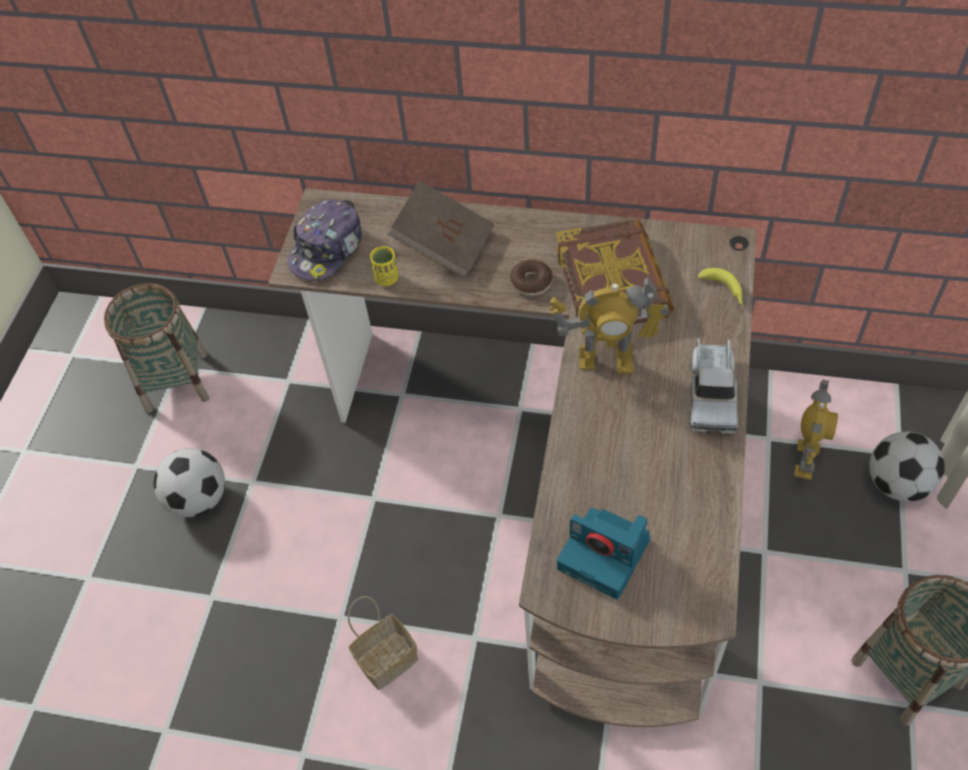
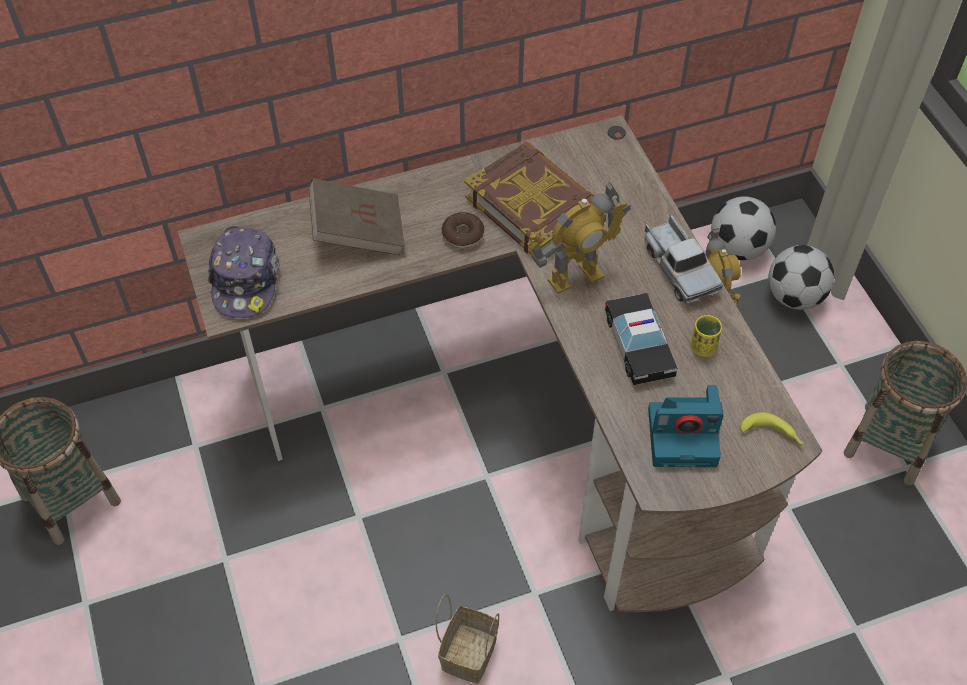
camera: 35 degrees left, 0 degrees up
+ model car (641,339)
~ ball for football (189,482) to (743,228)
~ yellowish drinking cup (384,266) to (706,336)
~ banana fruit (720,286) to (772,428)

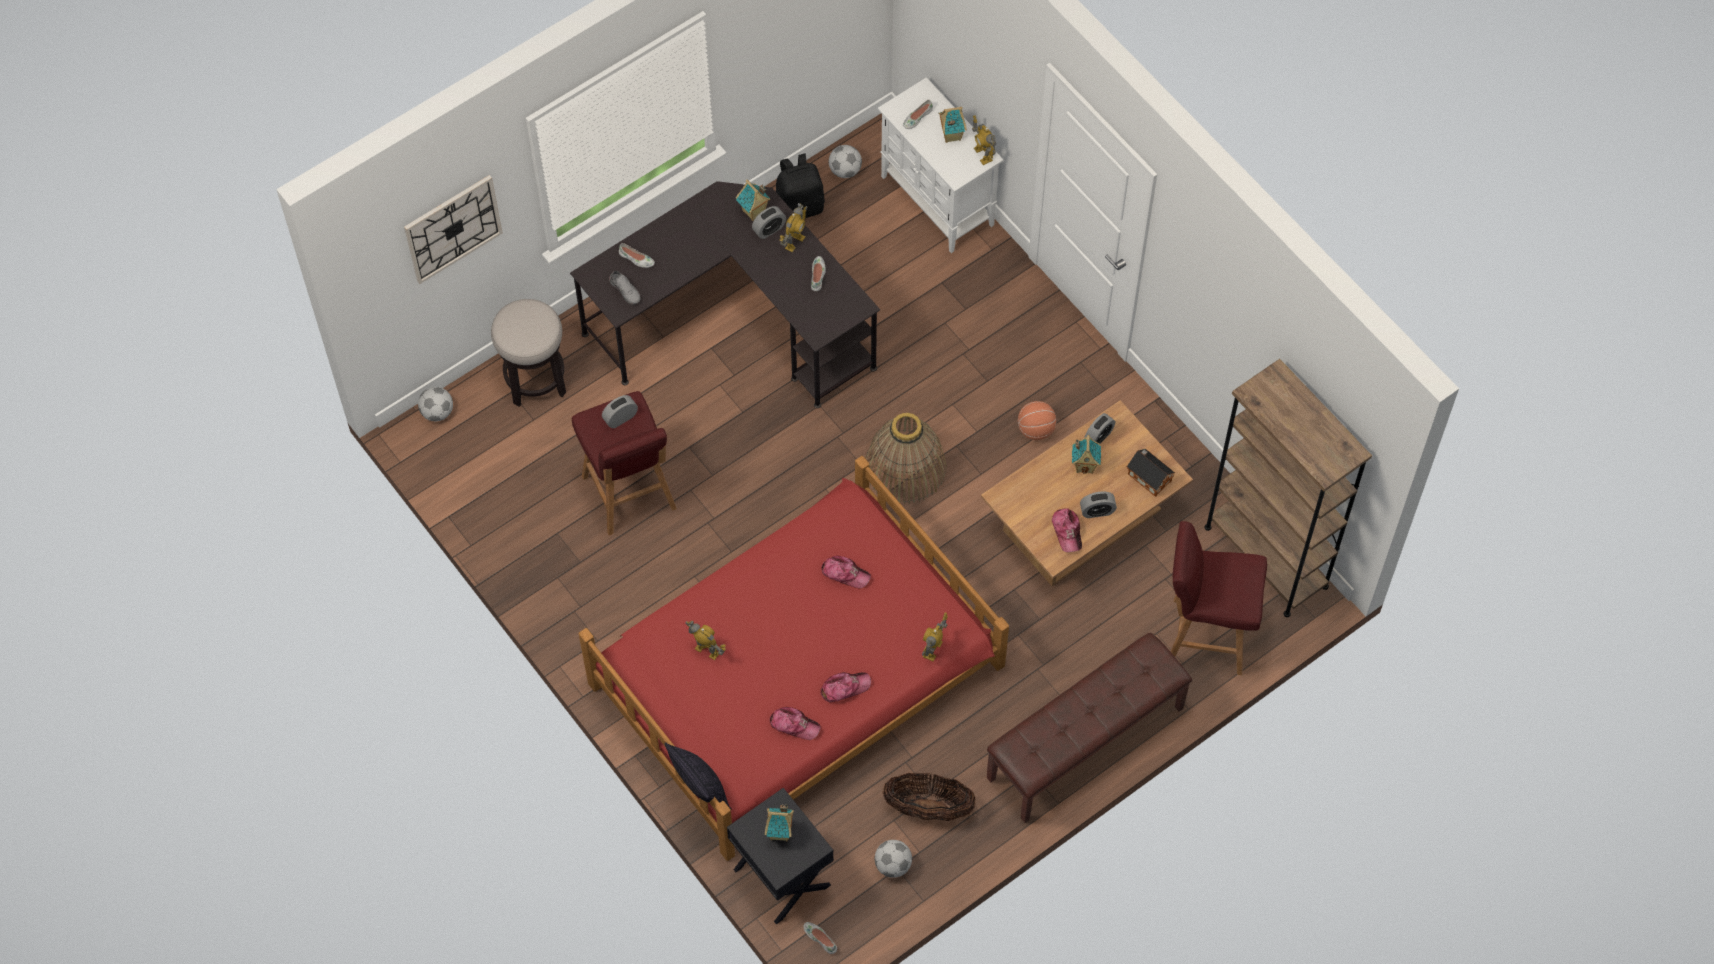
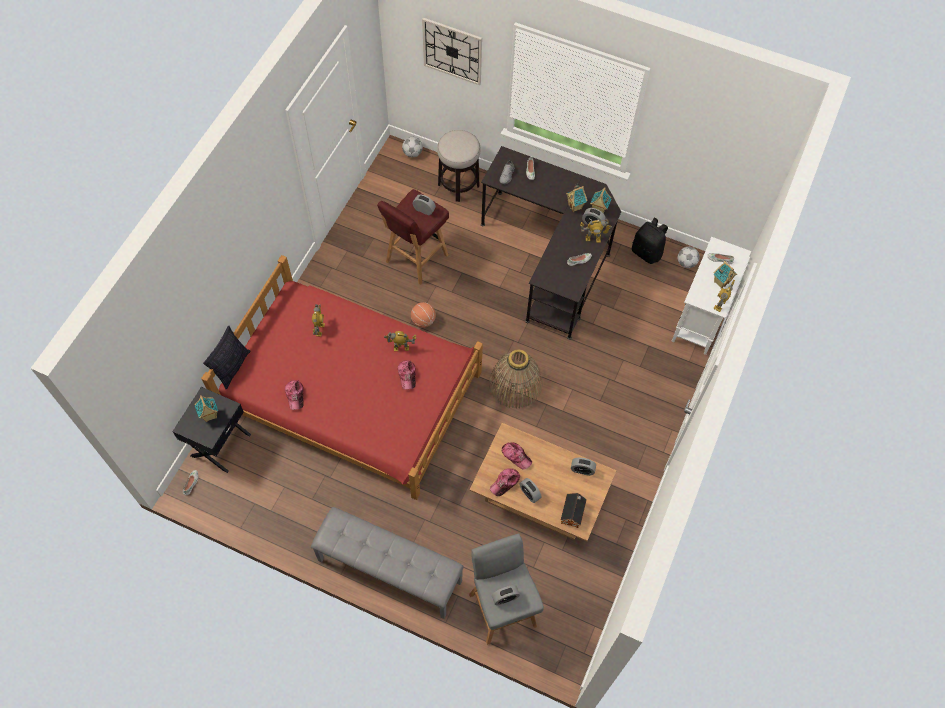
camera: 60 degrees right, 0 degrees up
- ball for football (893,859)
- storage basket (929,797)
- brownish shelving unit (1288,488)
+ bedside clock (506,595)
~ baseball cap (845,687) to (517,455)
~ model robot (935,637) to (400,341)
~ basketball ball (1037,420) to (423,315)
~ miniature house (1086,454) to (577,198)
~ brownish long seat (1089,728) to greyish long seat (387,563)
~ reddish stool seat (1219,598) to greyish stool seat (506,589)

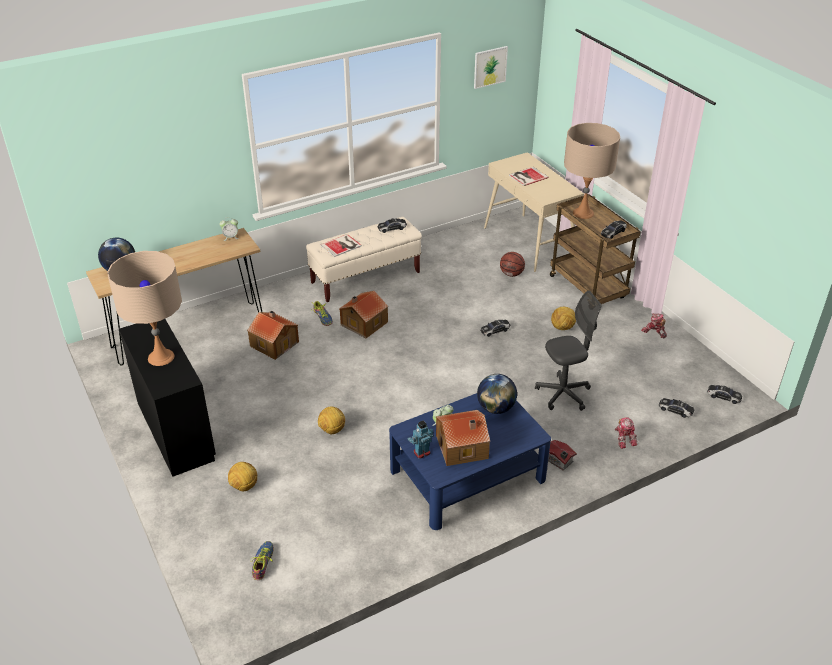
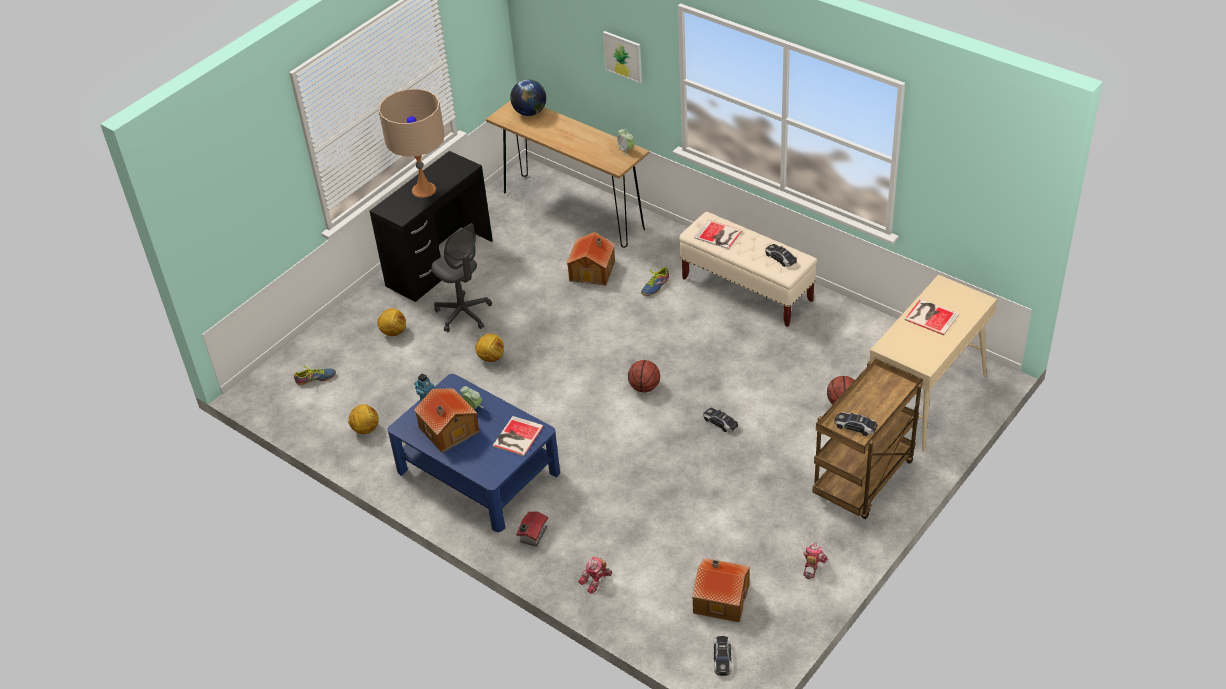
camera: 70 degrees right, 5 degrees up
- beige-coloured tabletop lamp (592,171)
- model car (676,408)
+ basketball ball (644,376)
~ miniature house (363,314) to (721,590)
~ picture (491,67) to (622,57)
~ greyish desk chair (568,351) to (461,277)
~ ball for football (563,318) to (363,419)
~ globe (497,394) to volume (518,436)

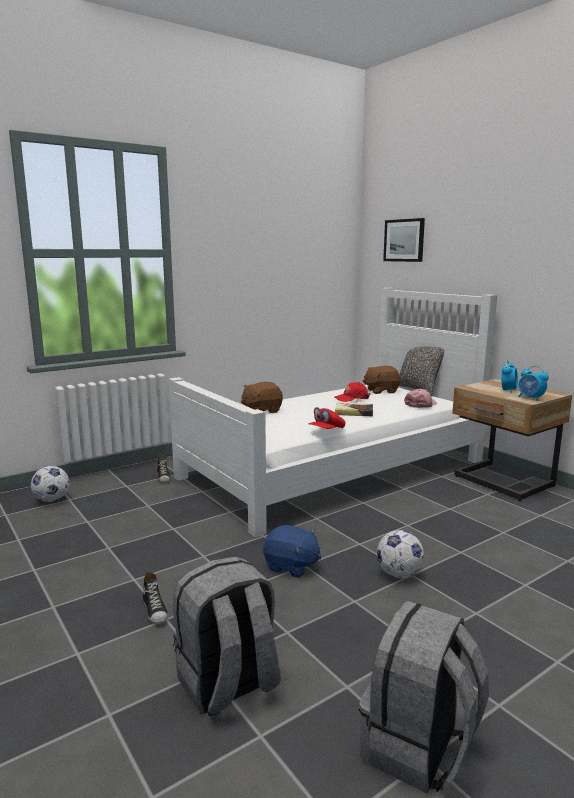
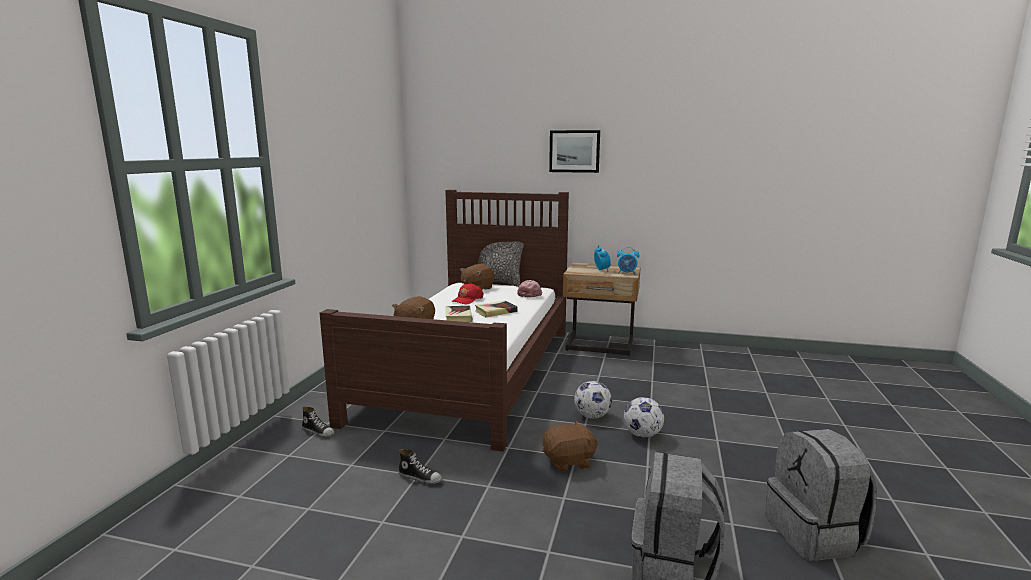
camera: 40 degrees left, 0 degrees up
- reddish baseball cap (326,418)
+ volume (459,313)
~ ball for football (50,484) to (593,400)
~ shoe (155,598) to (420,466)
~ picture (404,240) to (574,151)
~ white-coloured bed (333,412) to brownish bed (444,321)
~ blue-coloured soft toy (292,551) to brownish soft toy (570,446)

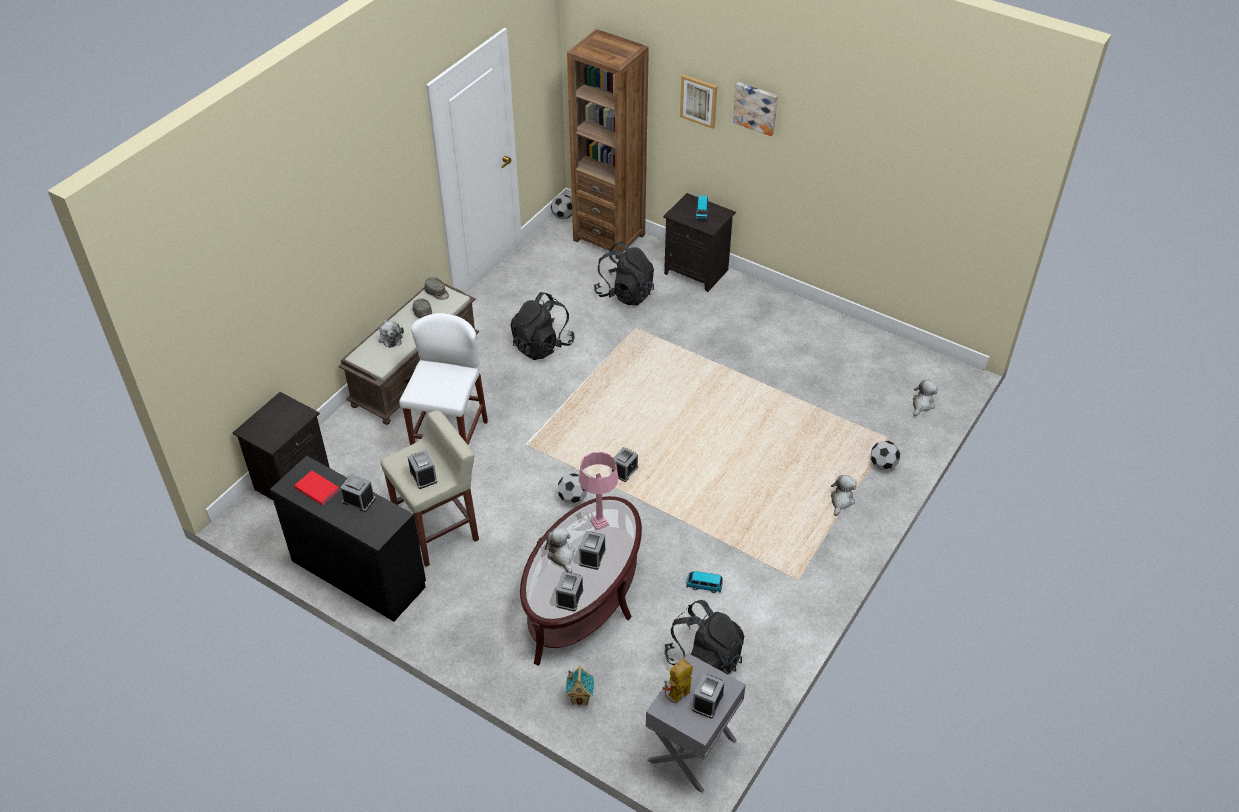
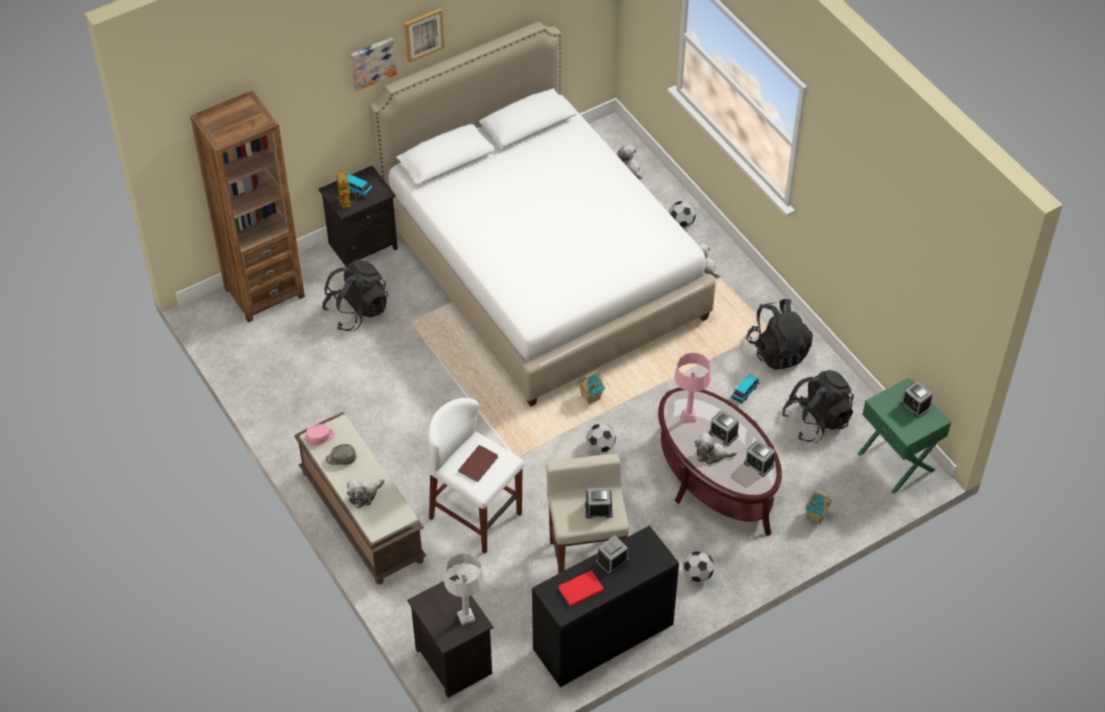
camera: 65 degrees left, 5 degrees up
+ white-coloured bed (542,213)
+ greyish tabletop lamp (464,589)
+ brownish volume (478,463)
~ black-coloured rucksack (543,326) to (779,334)
~ ball for football (561,207) to (699,566)
~ model robot (678,680) to (346,189)
~ picture (698,101) to (424,35)
~ bedside clock (625,464) to miniature house (591,387)
~ greyish baseball cap (437,288) to pink baseball cap (321,435)
~ greyish night table (696,723) to green night table (904,435)
~ soft toy (391,333) = (366,493) 135 degrees clockwise

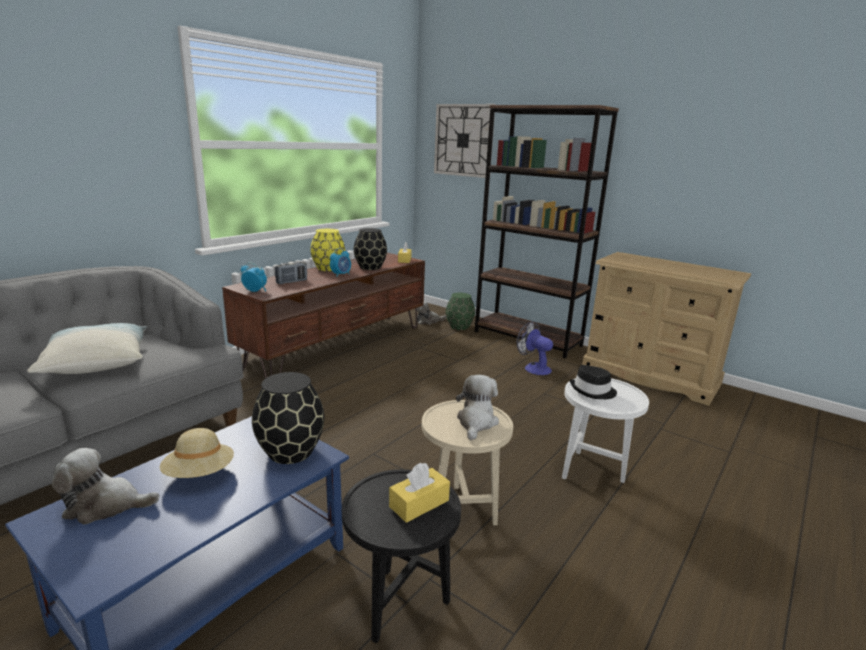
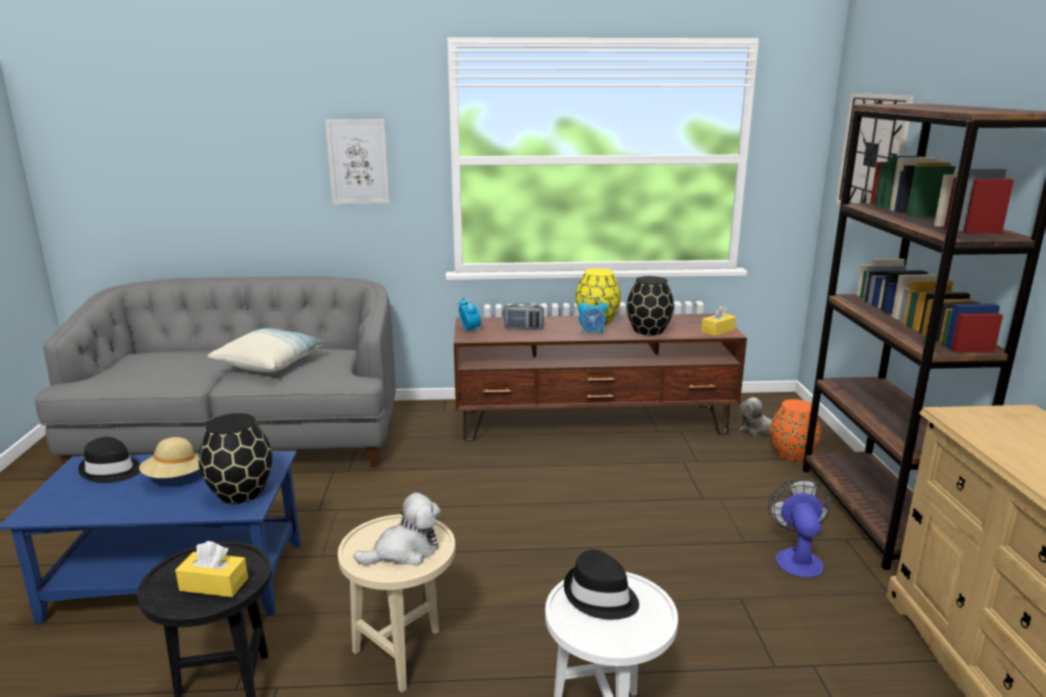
camera: 50 degrees right, 0 degrees up
+ picture (357,161)
~ soft toy (106,486) to black-coloured wearable hat (109,460)
~ green decorative vase (460,311) to orange-coloured decorative vase (795,430)

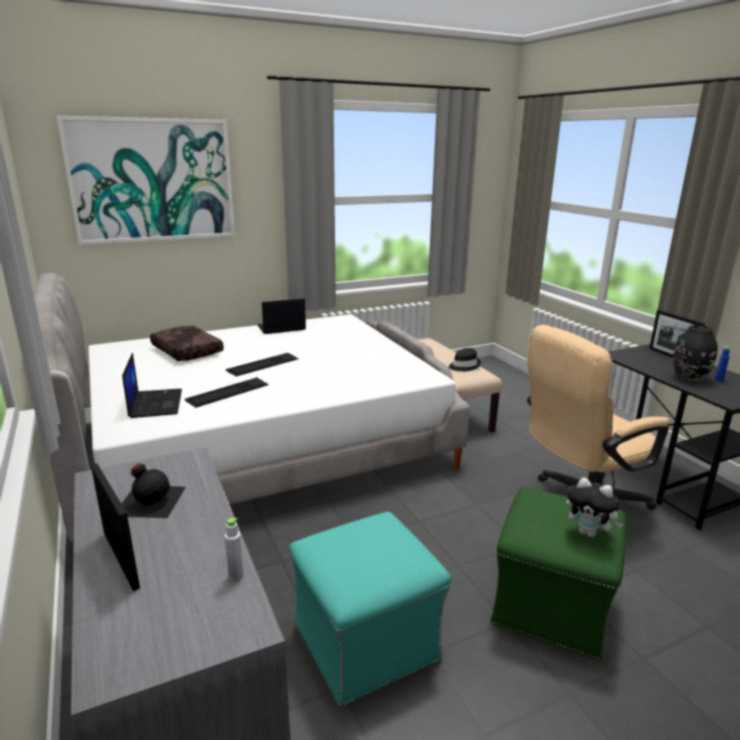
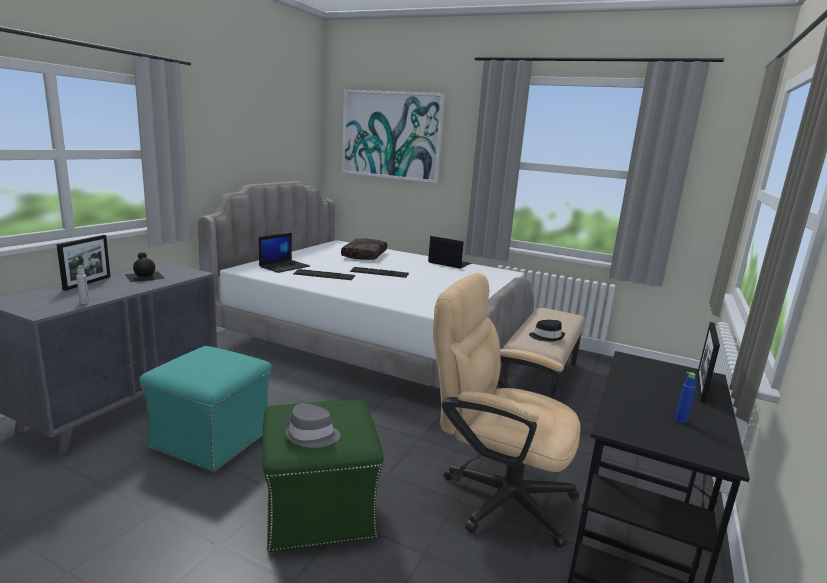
camera: 50 degrees right, 5 degrees down
- black-coloured decorative vase (695,353)
~ soft toy (594,507) to greyish wearable hat (312,425)

